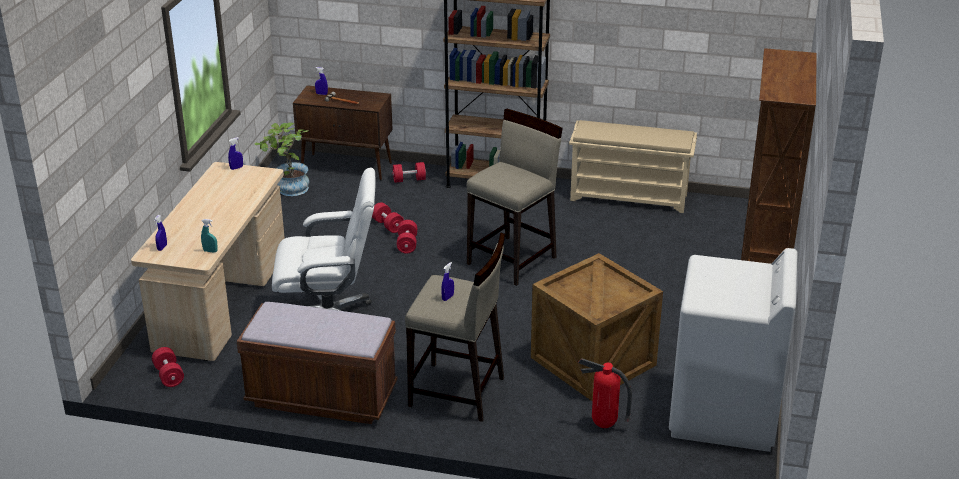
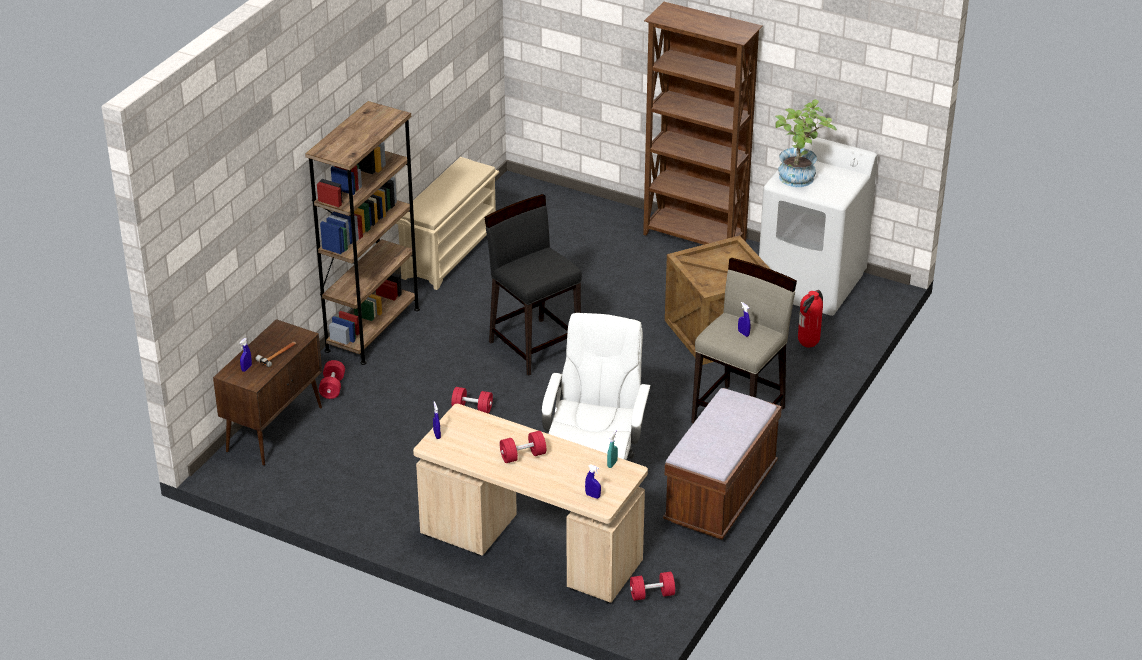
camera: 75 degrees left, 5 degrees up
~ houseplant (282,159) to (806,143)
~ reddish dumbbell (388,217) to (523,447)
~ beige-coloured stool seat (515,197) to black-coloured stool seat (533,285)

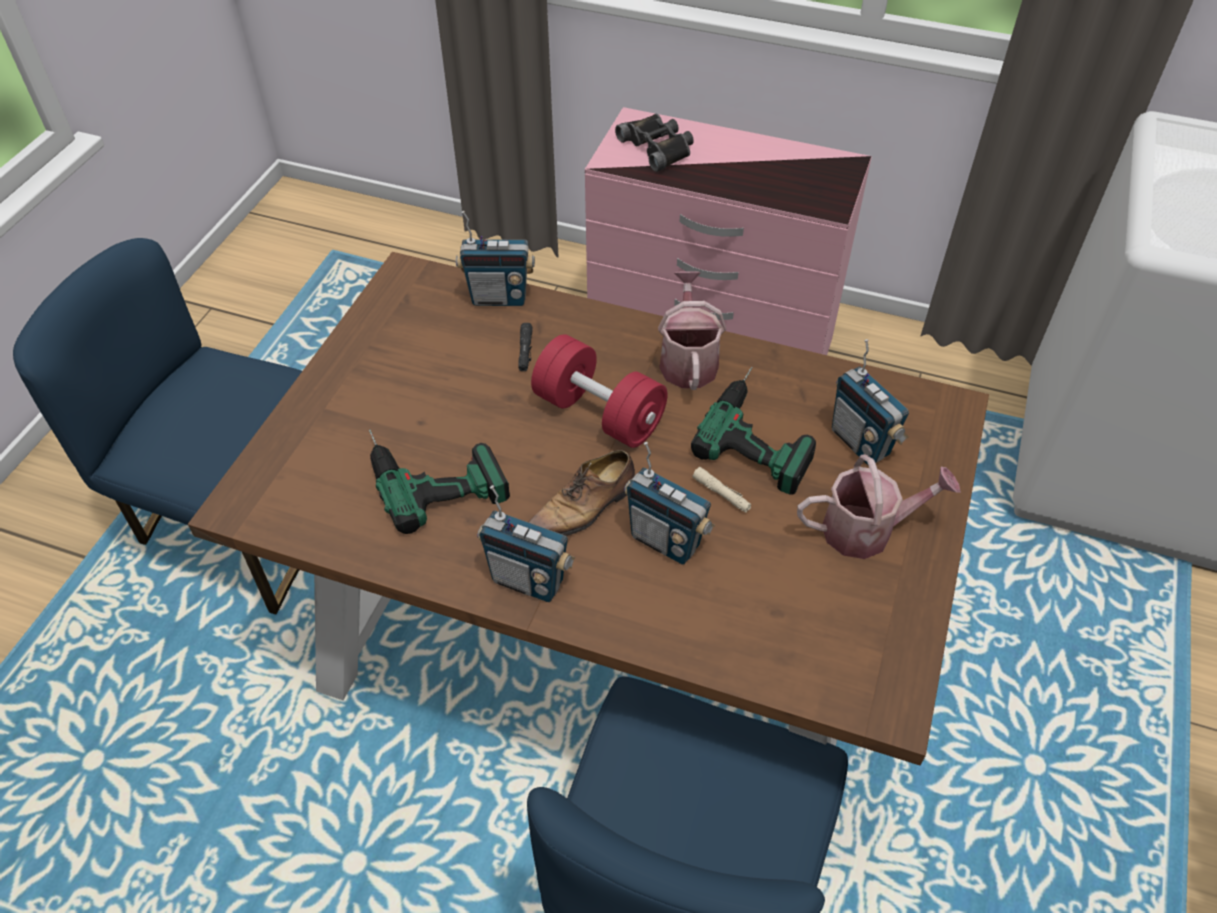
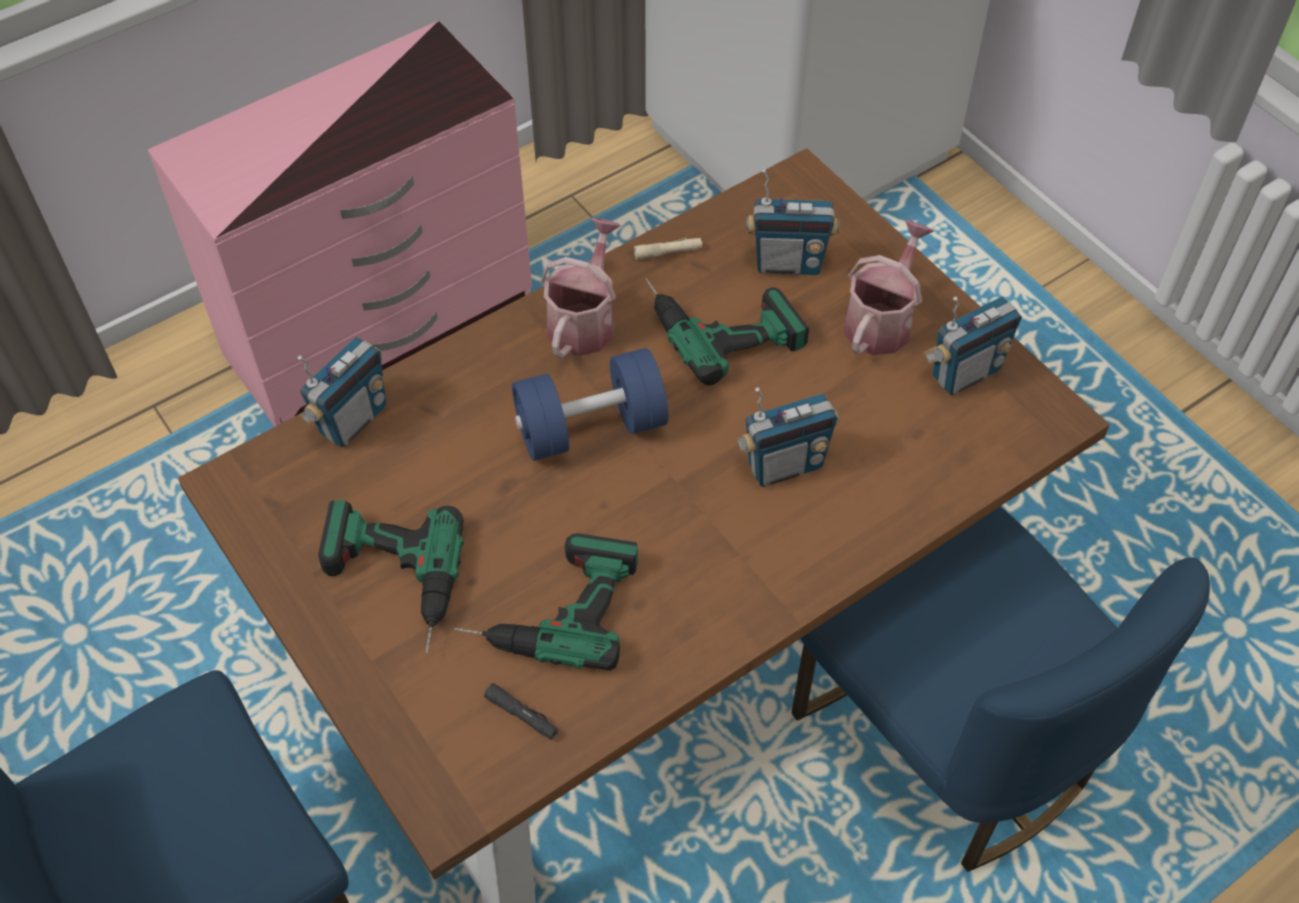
camera: 55 degrees left, 5 degrees up
- shoe (582,493)
- black-coloured pair of binoculars (654,143)
+ drill (391,577)
~ radio (526,543) to (973,345)
~ black-coloured flashlight (525,347) to (521,711)
~ beige-coloured flashlight (721,490) to (668,249)
~ reddish dumbbell (599,391) to blue-coloured dumbbell (590,404)
~ watering pot (692,330) = (581,288) 75 degrees clockwise

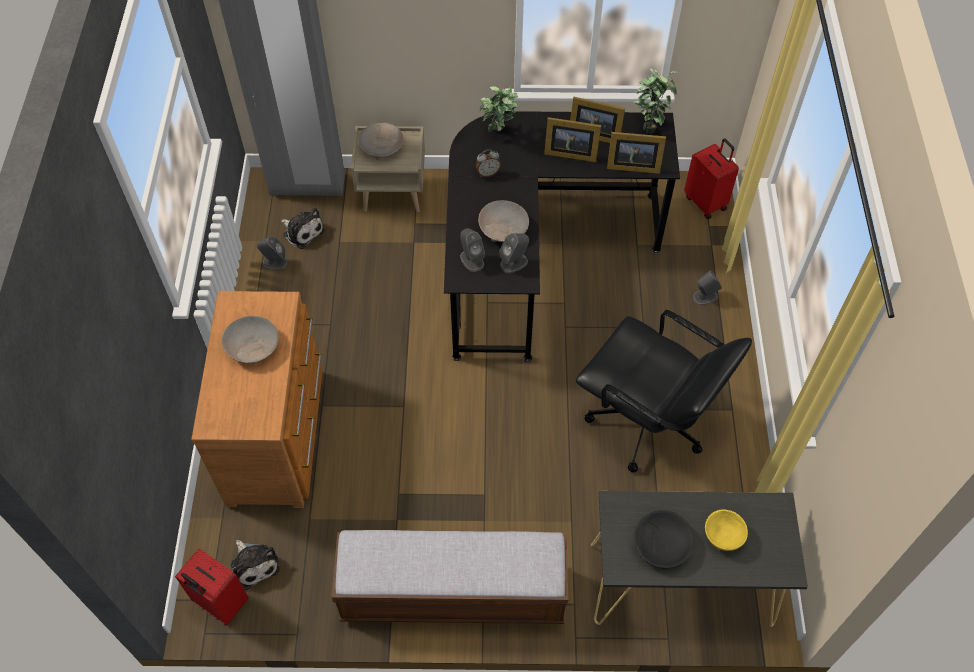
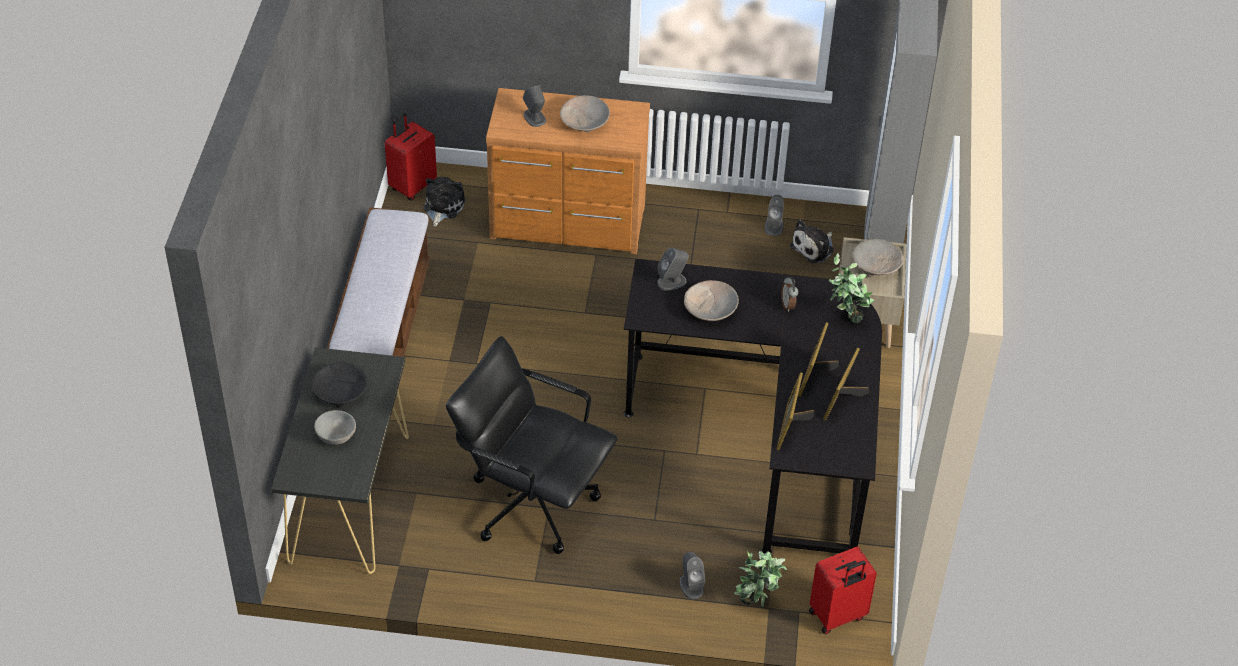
camera: 95 degrees right, 10 degrees down
~ greyish loudspeaker (514,253) to (534,106)
~ houseplant (657,100) to (760,579)
~ yellowish bowl (726,530) to greyish bowl (335,427)
~ soft toy (255,565) = (444,201) 135 degrees clockwise
~ black-coloured desk chair (664,391) = (532,445) 75 degrees clockwise

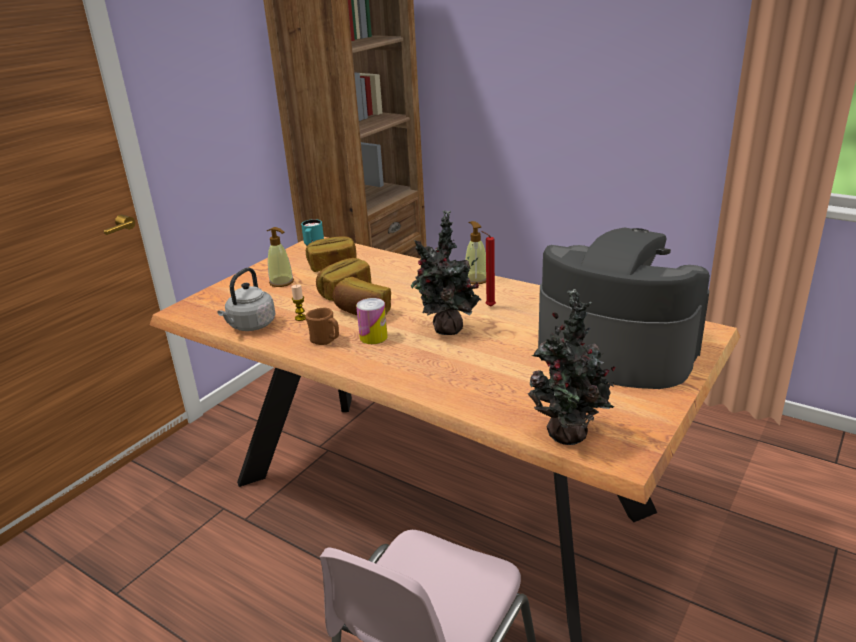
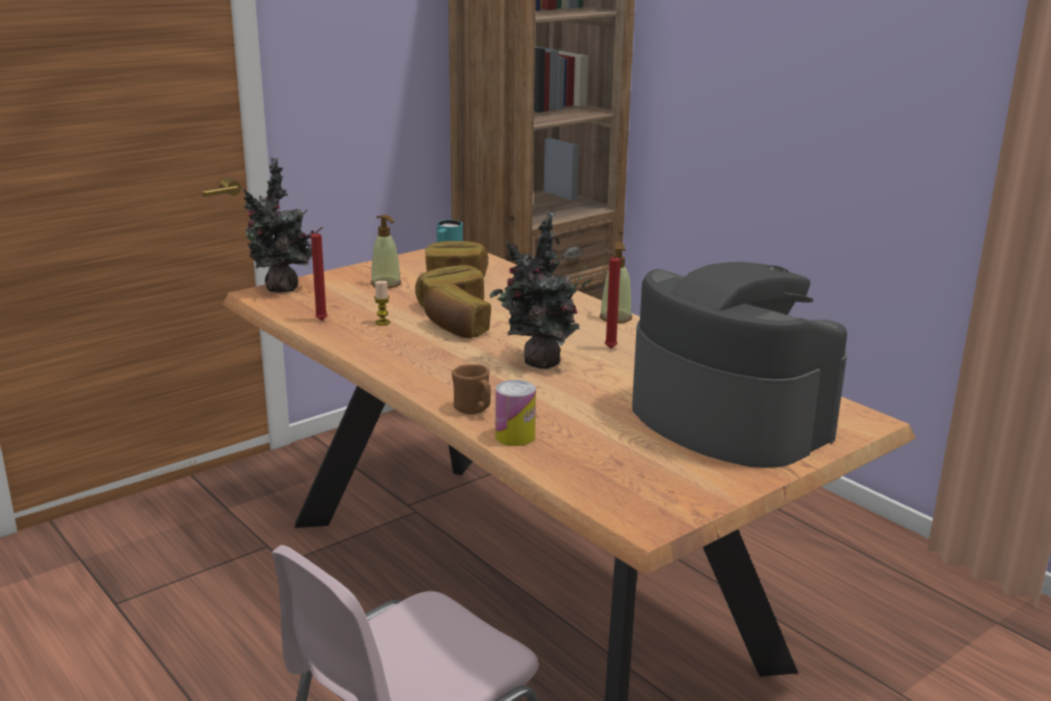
camera: 15 degrees right, 5 degrees down
~ brownish tea mug (322,326) to (471,389)
~ metal can (372,321) to (515,413)
~ houseplant (572,367) to (278,225)
~ greyish kettle (246,299) to reddish wax candle (319,274)

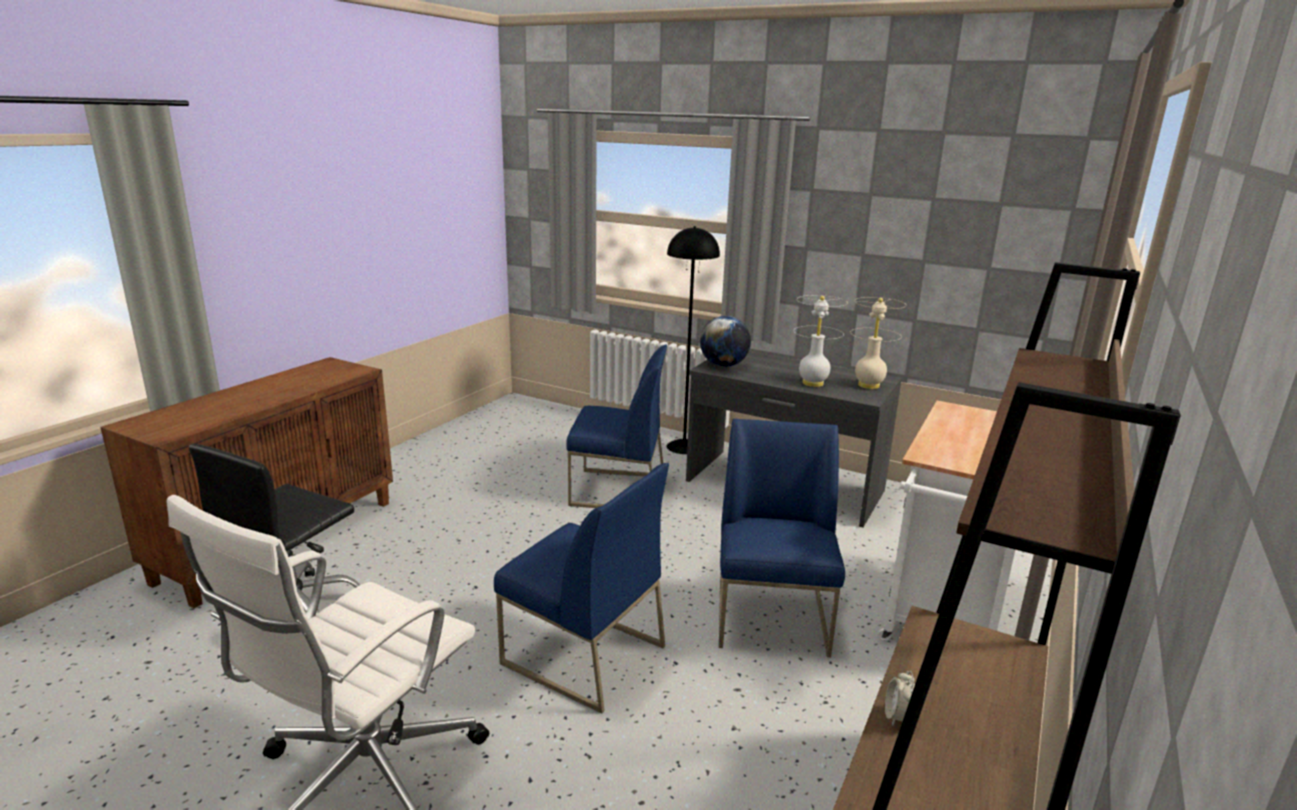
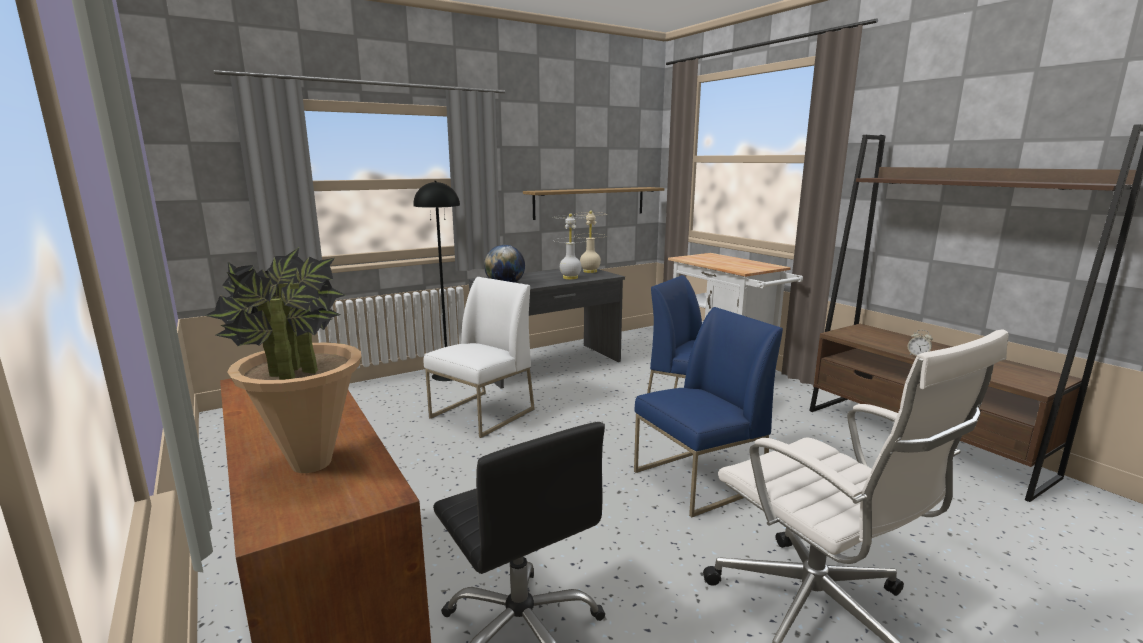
camera: 60 degrees left, 5 degrees down
+ houseplant (283,360)
+ wall shelf (593,203)
~ blue-coloured upright chair (616,426) to white-coloured upright chair (479,357)

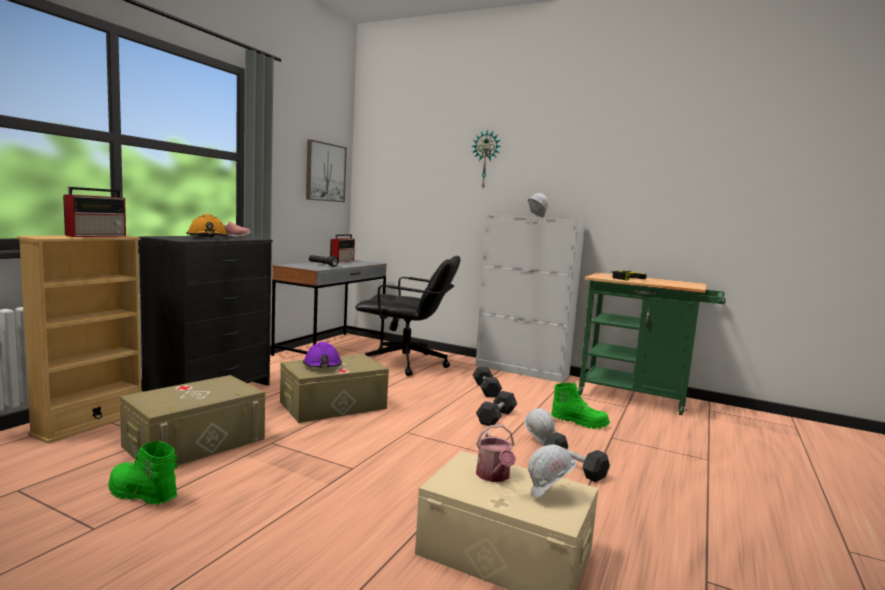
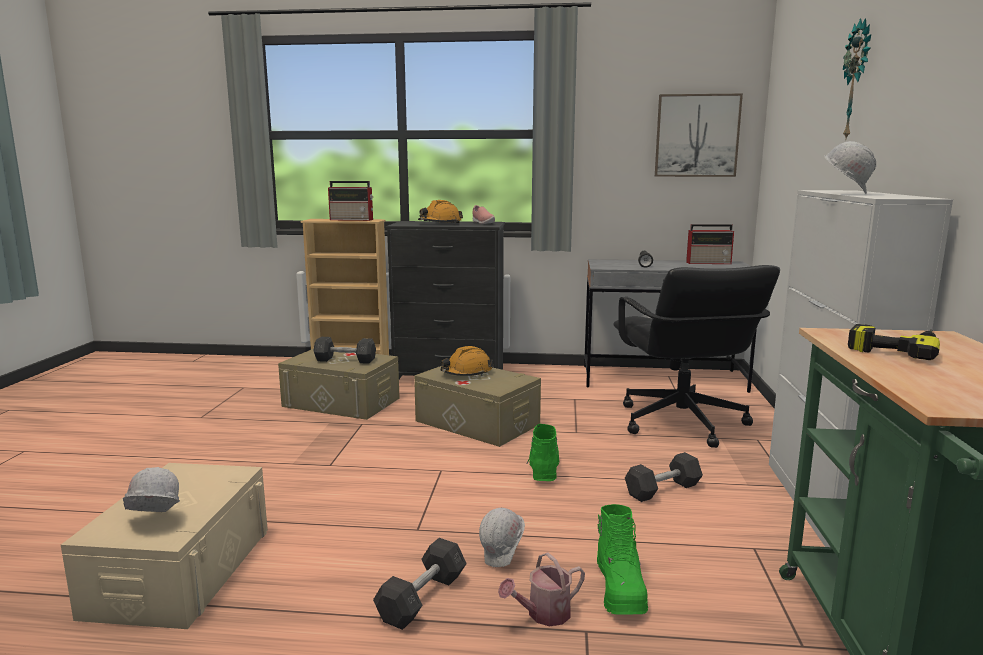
camera: 70 degrees right, 5 degrees up
~ green tall boot (143,473) to (542,452)
~ greyish dumbbell (496,408) to (345,350)
~ watering pot (496,453) to (541,589)
~ purple hard hat (322,354) to orange-coloured hard hat (467,361)

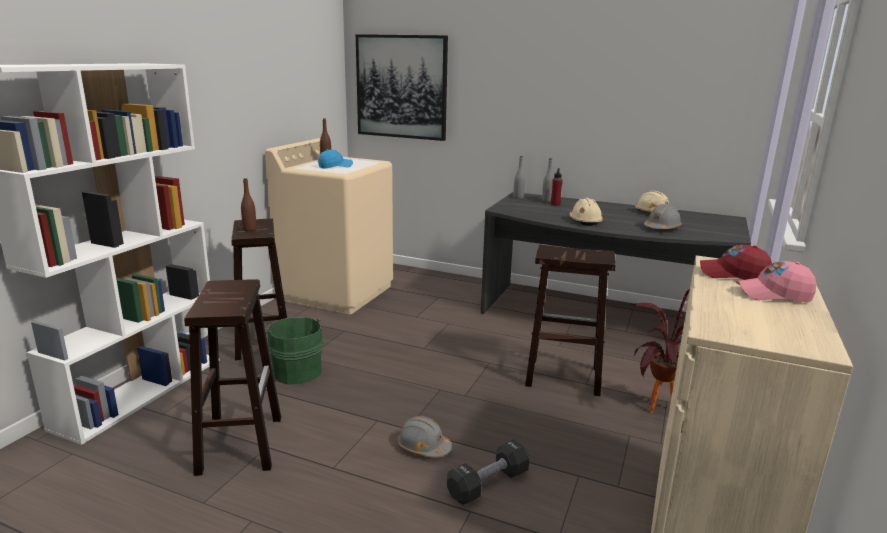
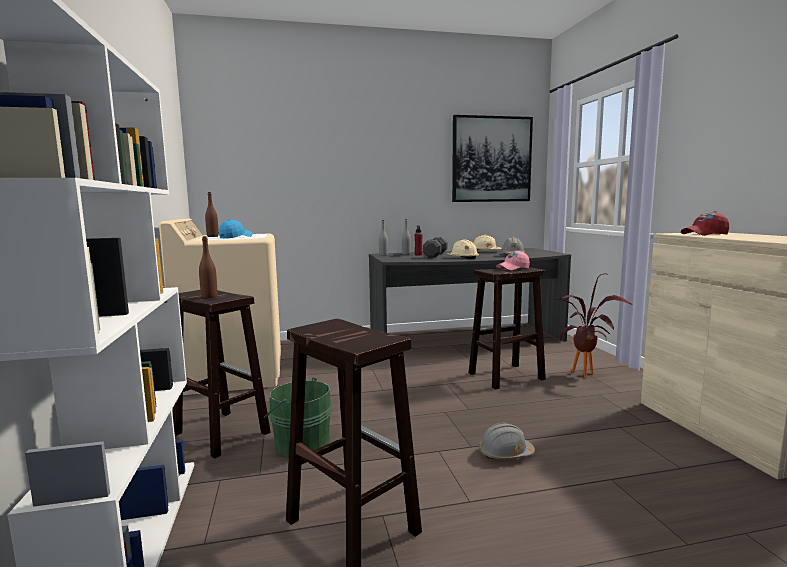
camera: 35 degrees left, 10 degrees down
~ picture (402,87) to (492,158)
~ black-coloured dumbbell (488,472) to (435,247)
~ pink baseball cap (776,282) to (513,260)

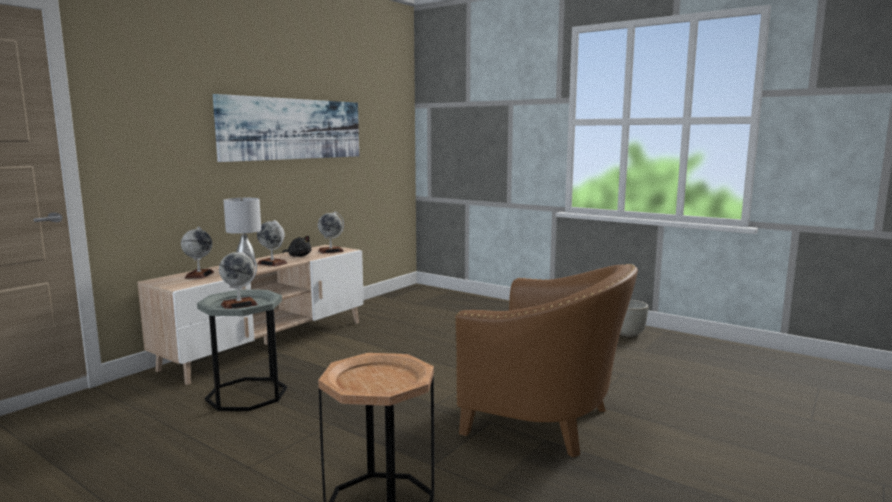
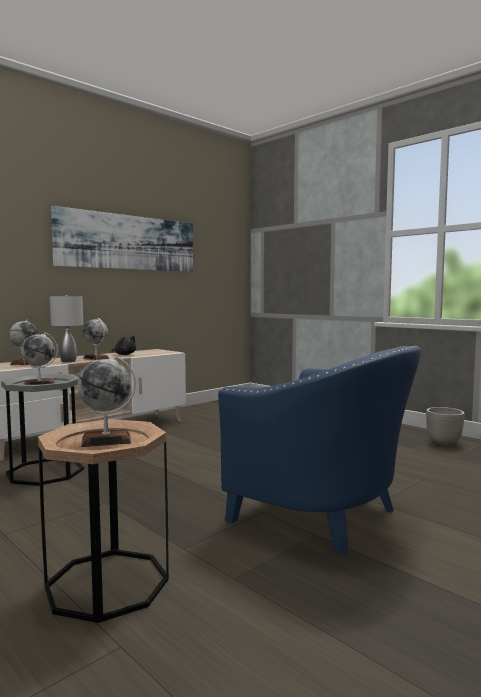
camera: 10 degrees right, 5 degrees down
~ globe (331,232) to (107,401)
~ brownish armchair (546,360) to blue-coloured armchair (320,450)

